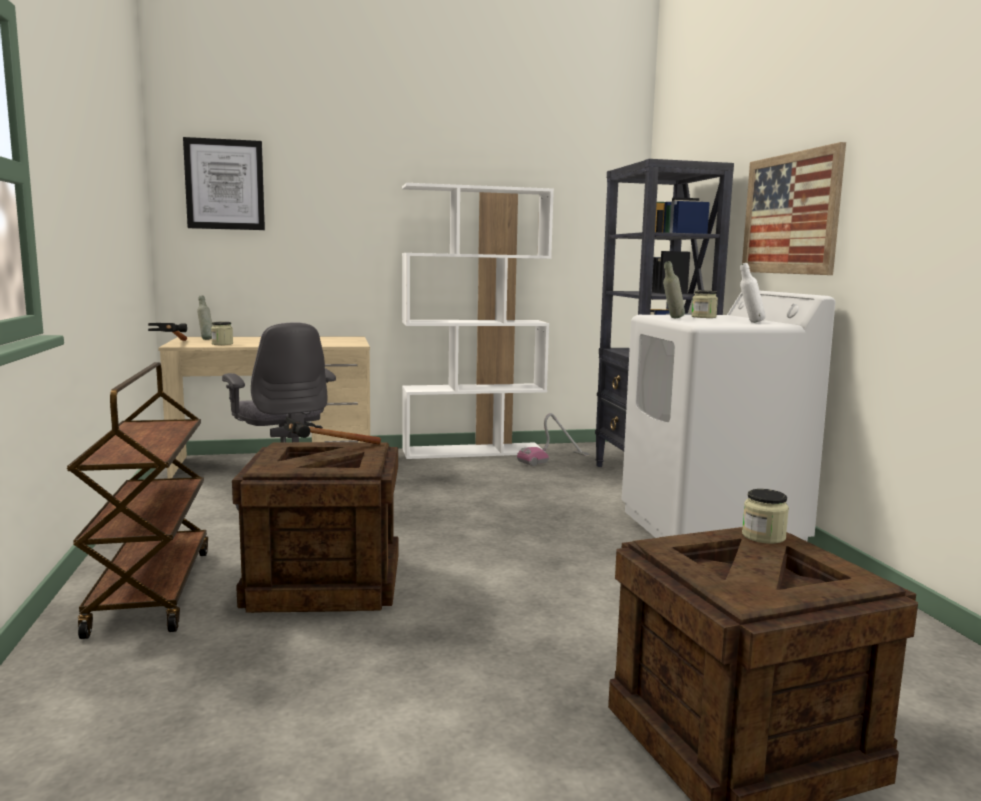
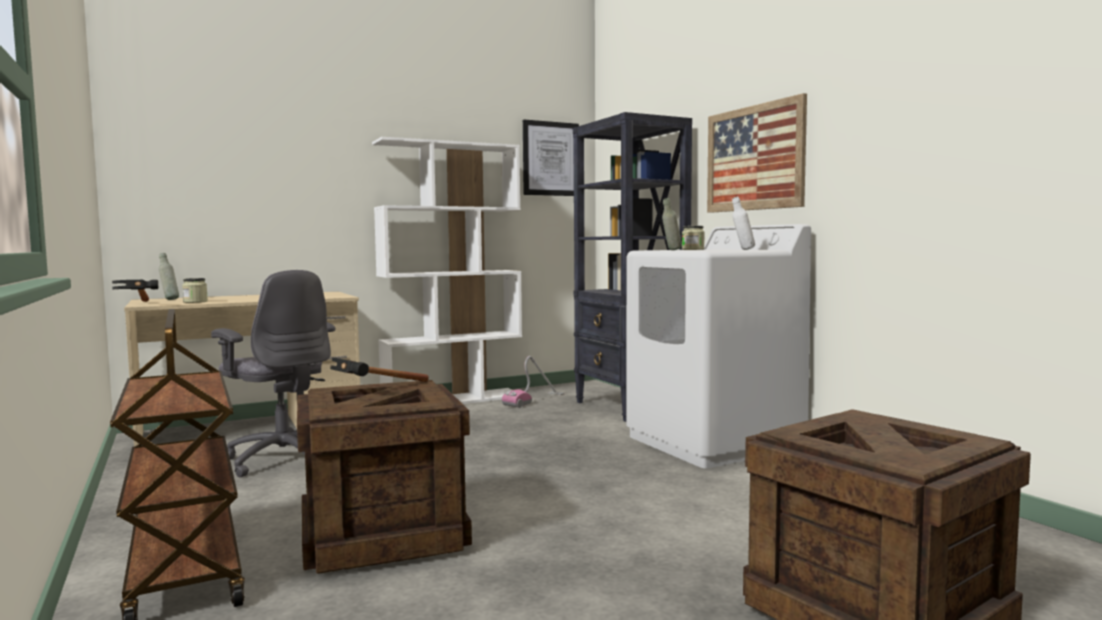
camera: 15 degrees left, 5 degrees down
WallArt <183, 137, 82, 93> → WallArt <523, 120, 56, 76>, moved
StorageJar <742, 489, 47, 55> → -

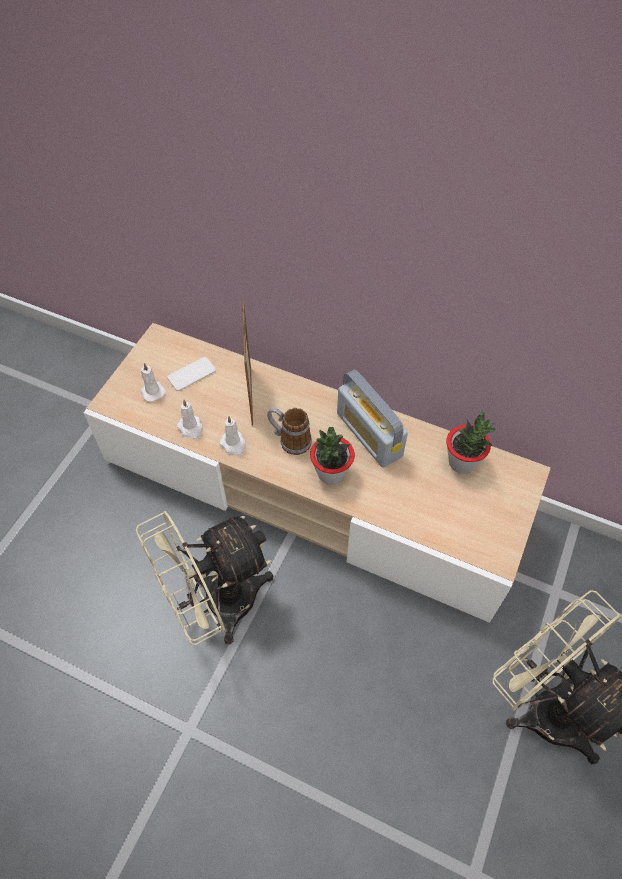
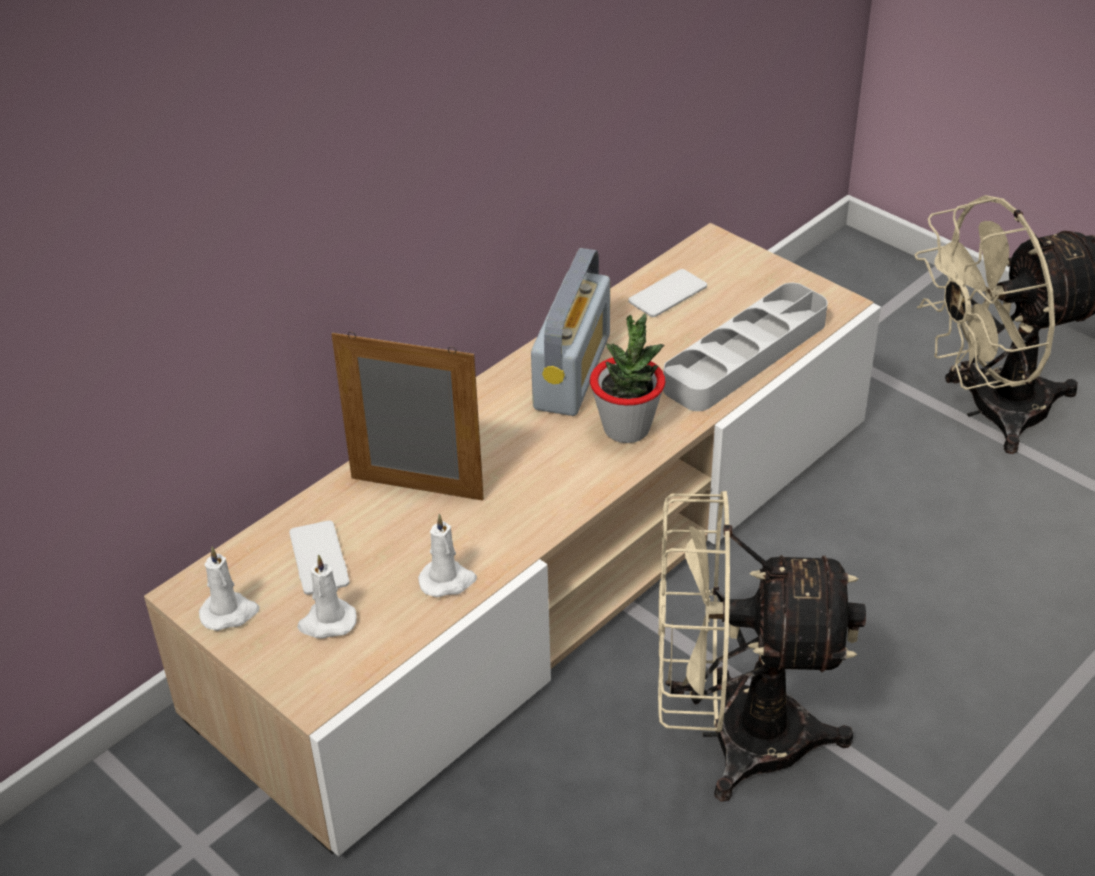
camera: 70 degrees left, 15 degrees down
WhiteWaxCandle <219, 416, 27, 40> → WhiteWaxCandle <199, 546, 61, 85>, moved
RadioSet <337, 370, 71, 98> → RadioSet <531, 248, 79, 168>, 60 degrees counterclockwise
PlantInAPot <446, 410, 49, 64> → Handset <628, 269, 79, 48>
SandColouredElectricFan <136, 511, 137, 134> → SandColouredElectricFan <658, 491, 208, 311>, 105 degrees clockwise
- → GrayServingTray <663, 283, 165, 128>
CoffeeMug <267, 407, 45, 48> → -

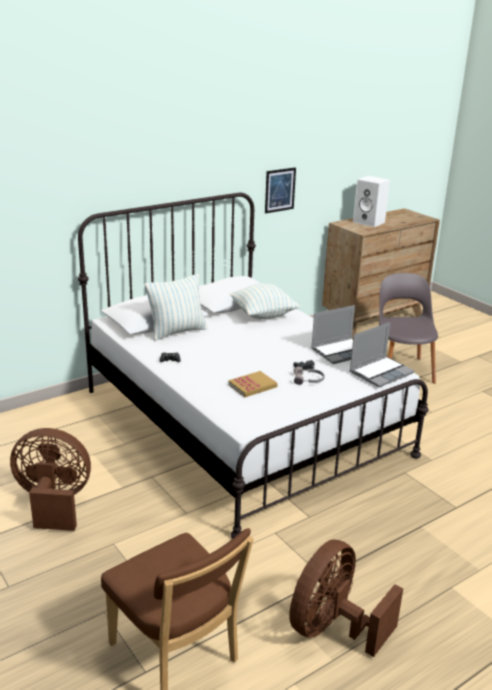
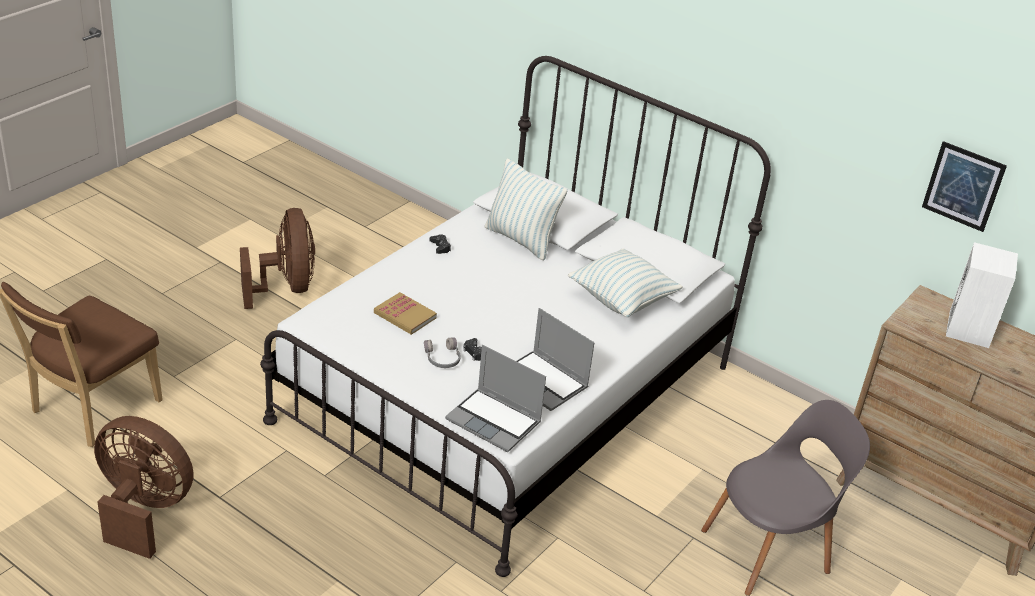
camera: 70 degrees right, 10 degrees up
WallArt <265, 167, 31, 47> → WallArt <922, 141, 85, 91>, moved

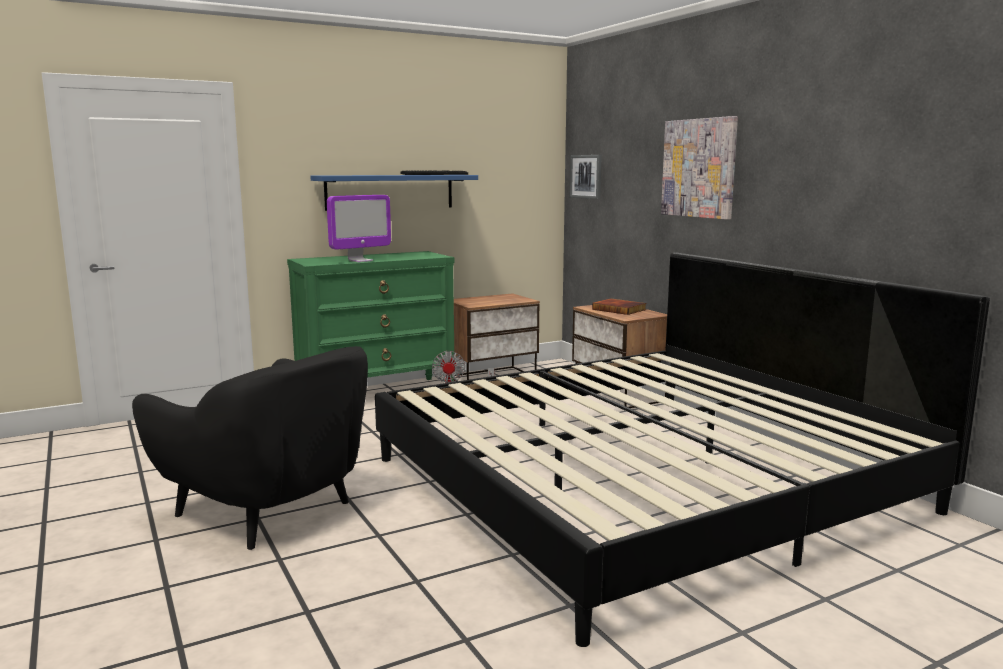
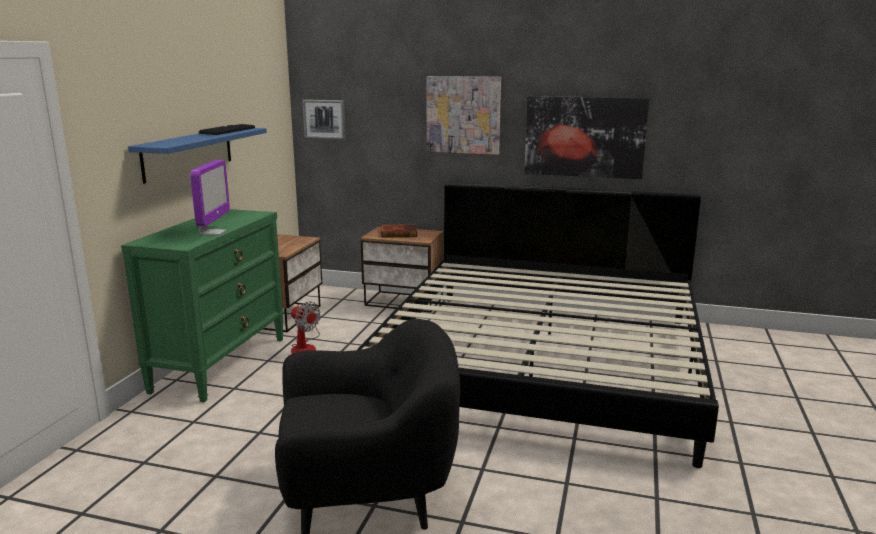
camera: 45 degrees left, 5 degrees up
- → WallArt <525, 96, 124, 83>

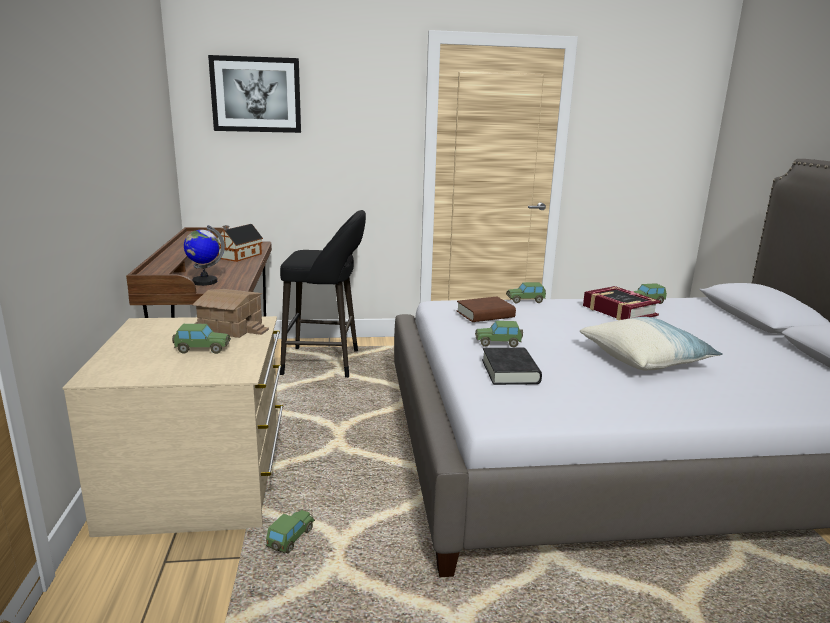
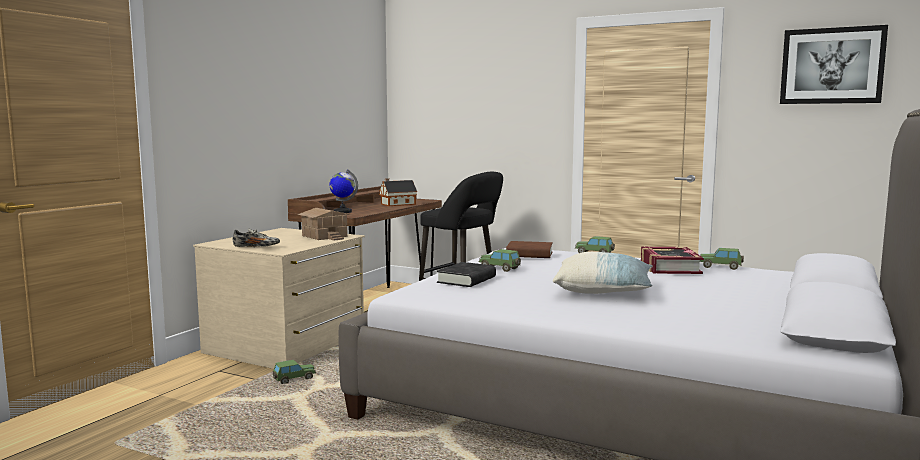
camera: 35 degrees right, 10 degrees down
- → Shoe <233, 228, 47, 20>
WallArt <208, 55, 93, 78> → WallArt <780, 25, 108, 79>, moved
ToyCar <172, 324, 59, 30> → -

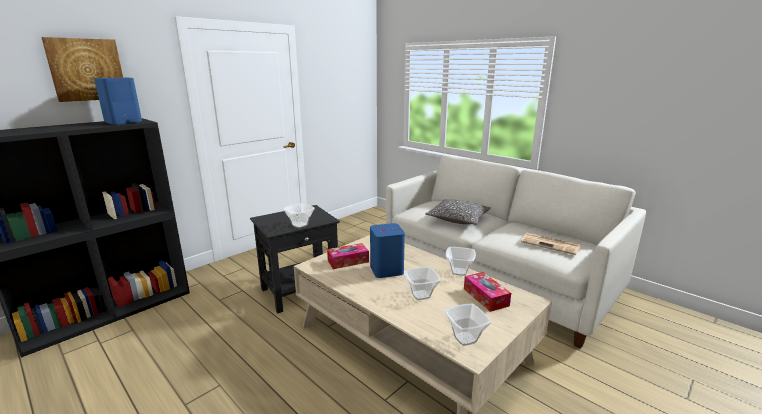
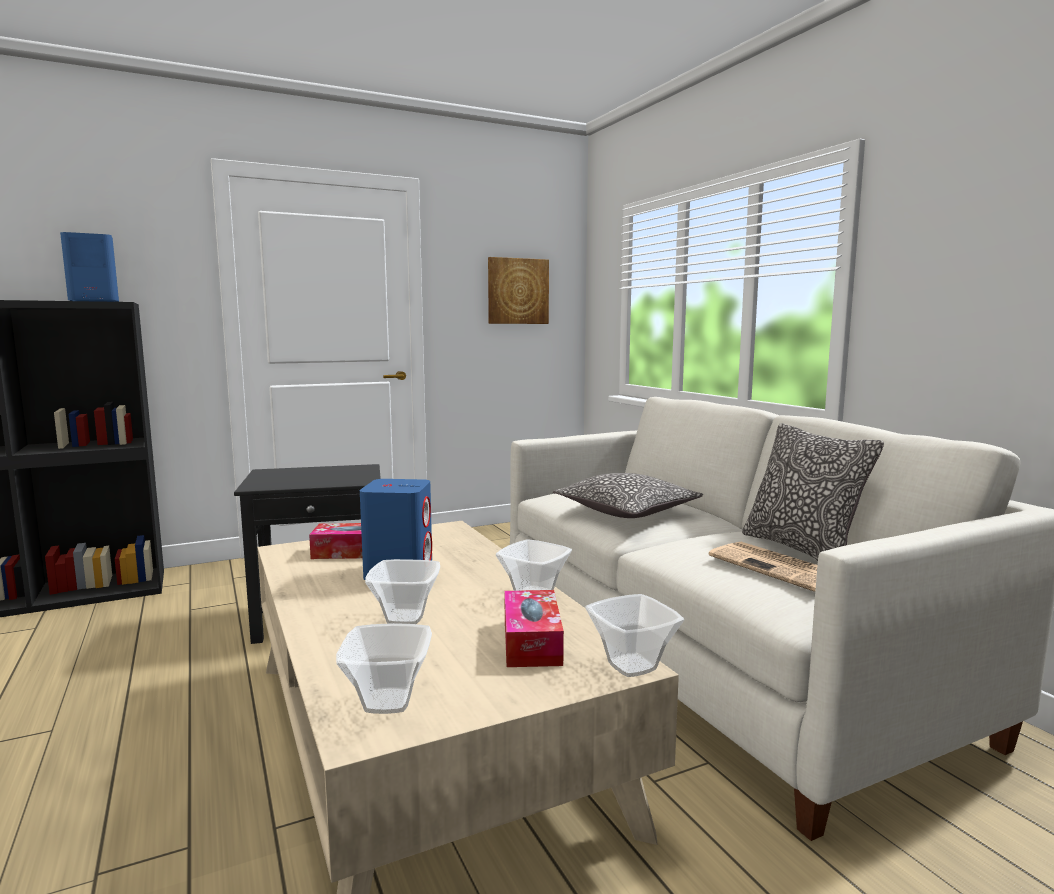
camera: 20 degrees right, 10 degrees down
WallArt <41, 37, 82, 65> → WallArt <488, 257, 61, 67>, moved
ServingBowl <283, 203, 32, 25> → ServingBowl <585, 594, 99, 83>, moved
- → Cushion <742, 423, 142, 138>

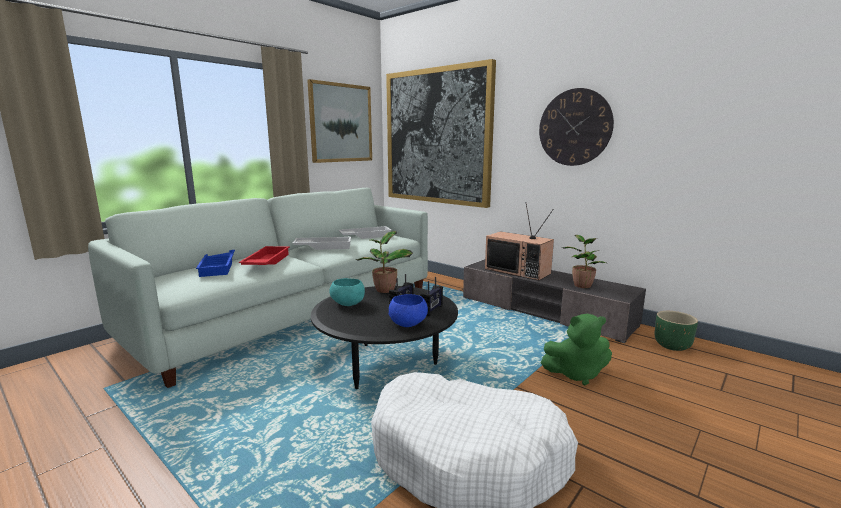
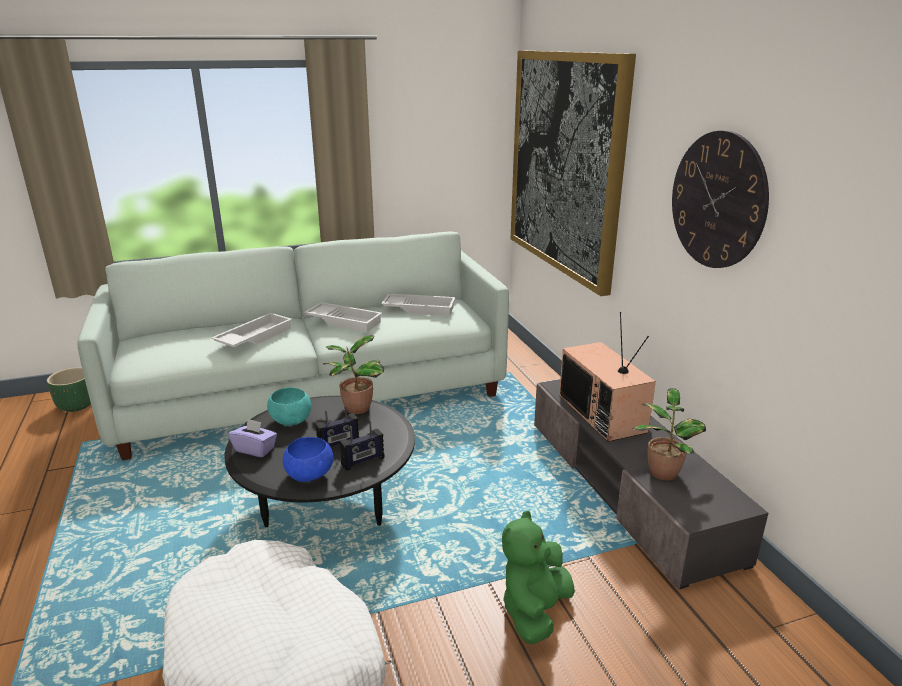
camera: 30 degrees right, 10 degrees up
GreenishPlanter <655, 311, 43, 40> → GreenishPlanter <47, 367, 44, 45>, moved
ReddishServingTray <239, 246, 50, 19> → WhiteServingTray <211, 313, 81, 34>
- → PurpleTissueBox <228, 418, 49, 39>
GreenishSoftToy <541, 314, 71, 71> → GreenishSoftToy <502, 511, 73, 133>, 90 degrees clockwise
BlueServingTray <196, 250, 39, 27> → -
WallArt <307, 79, 65, 84> → -

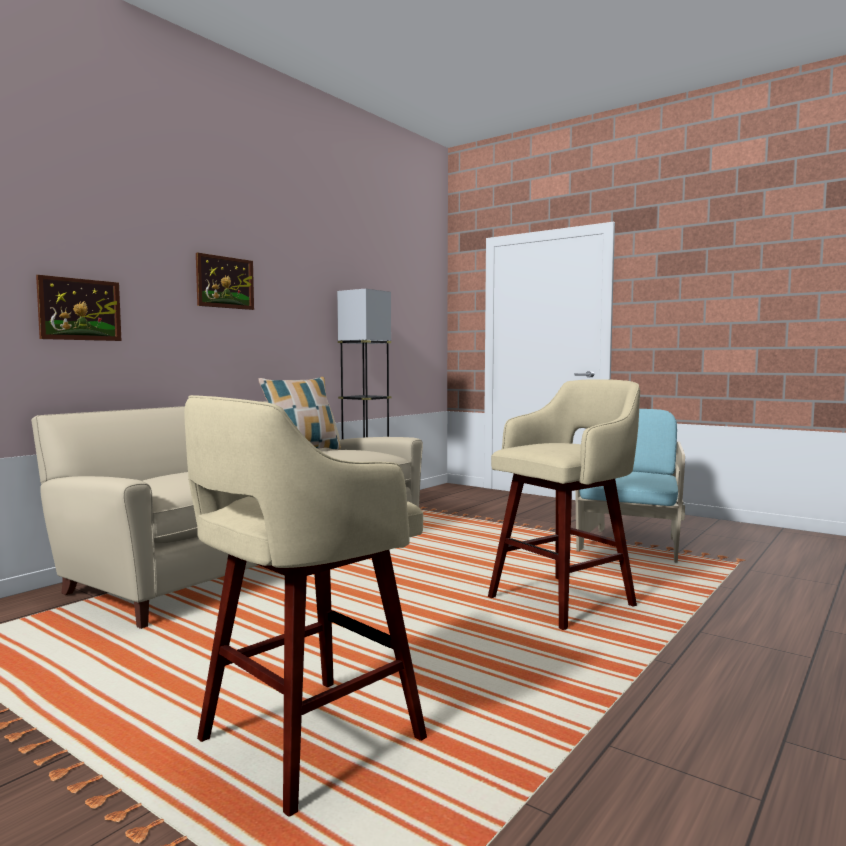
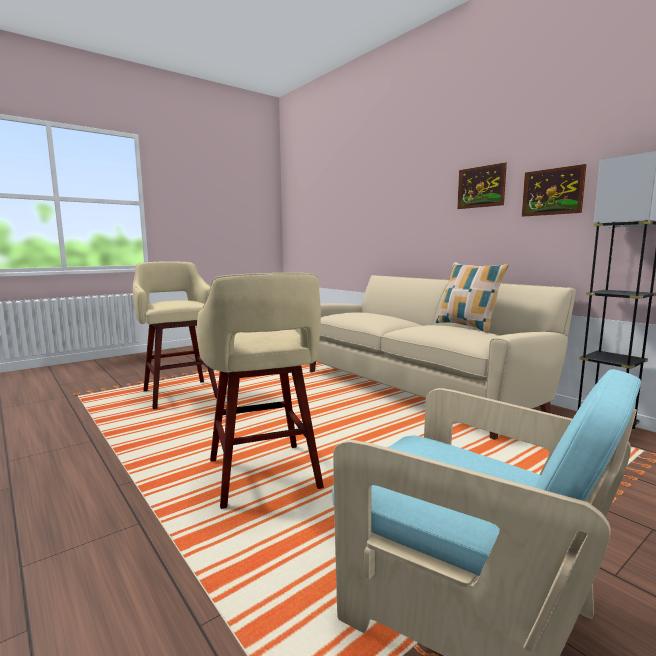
camera: 105 degrees right, 5 degrees up
WallArt <36, 275, 85, 66> → WallArt <522, 164, 64, 53>, moved

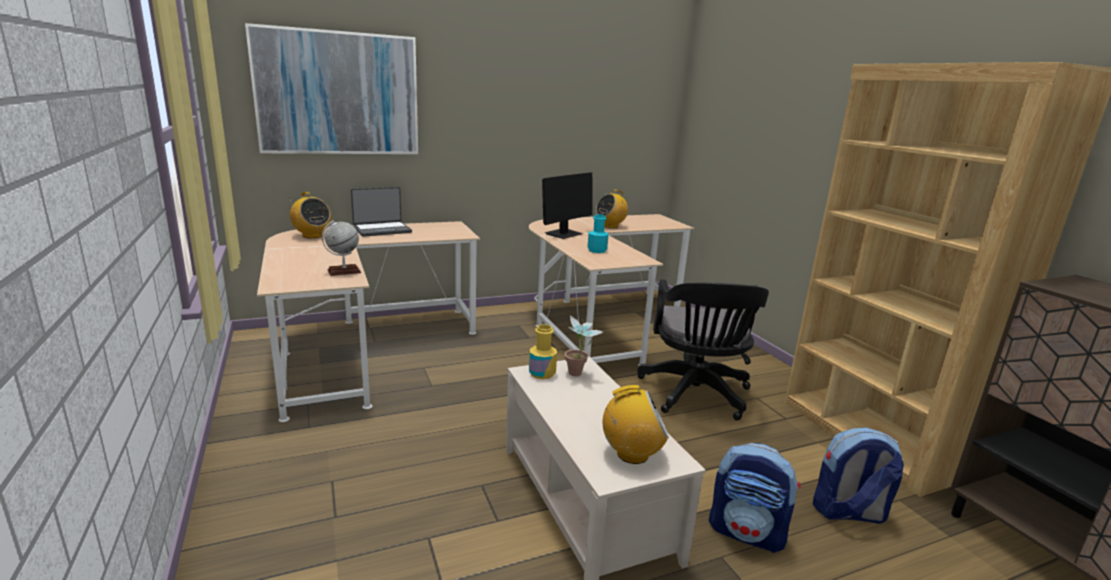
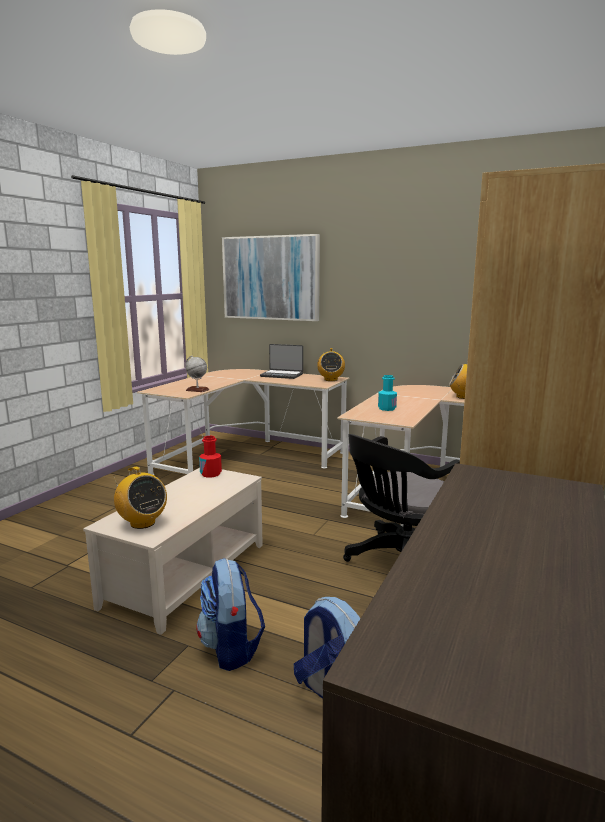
camera: 50 degrees right, 5 degrees down
YellowColouredBeverageBottle <529, 324, 28, 55> → ReddishBeverageBottle <199, 436, 23, 42>
RadioSet <289, 192, 42, 46> → RadioSet <317, 348, 28, 33>, moved
ComputerDisplay <542, 172, 51, 67> → -
PlantInAPot <565, 315, 38, 61> → -

